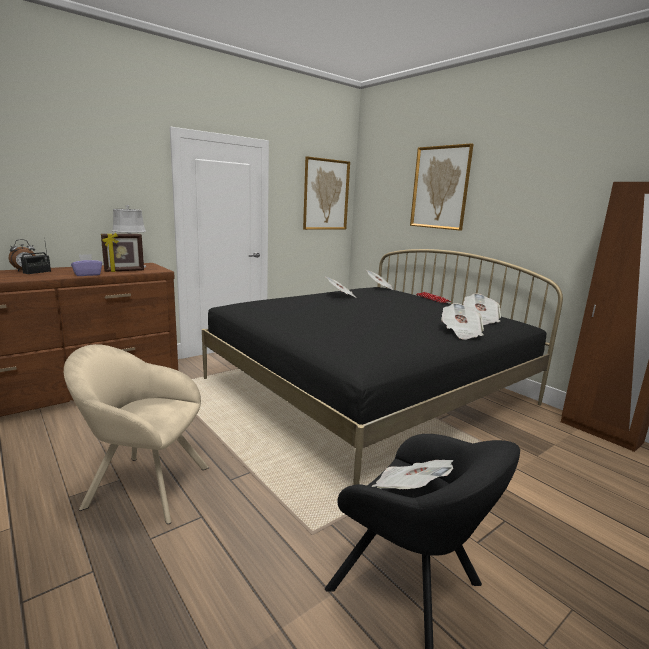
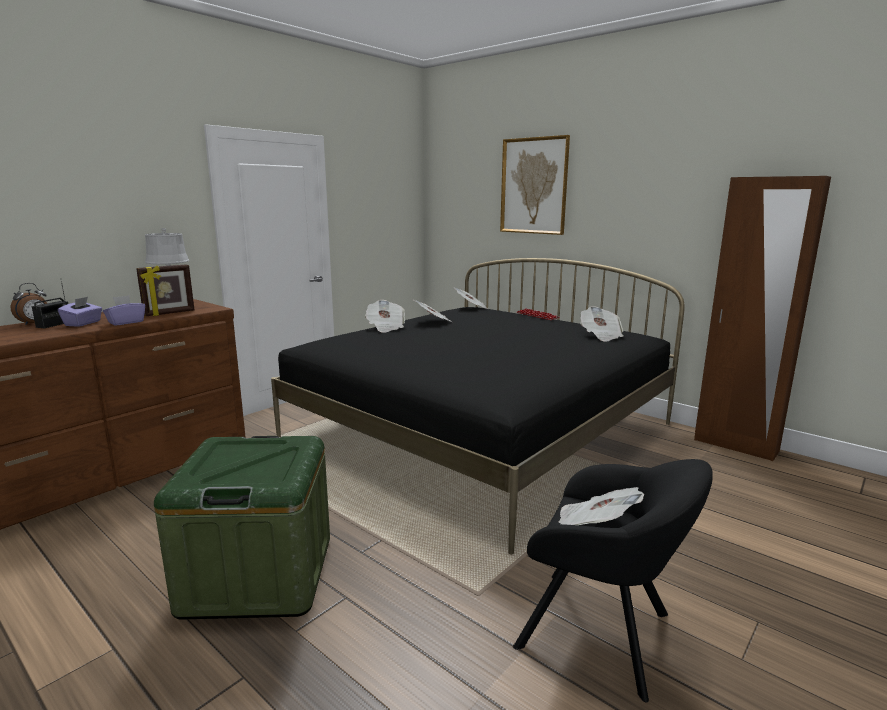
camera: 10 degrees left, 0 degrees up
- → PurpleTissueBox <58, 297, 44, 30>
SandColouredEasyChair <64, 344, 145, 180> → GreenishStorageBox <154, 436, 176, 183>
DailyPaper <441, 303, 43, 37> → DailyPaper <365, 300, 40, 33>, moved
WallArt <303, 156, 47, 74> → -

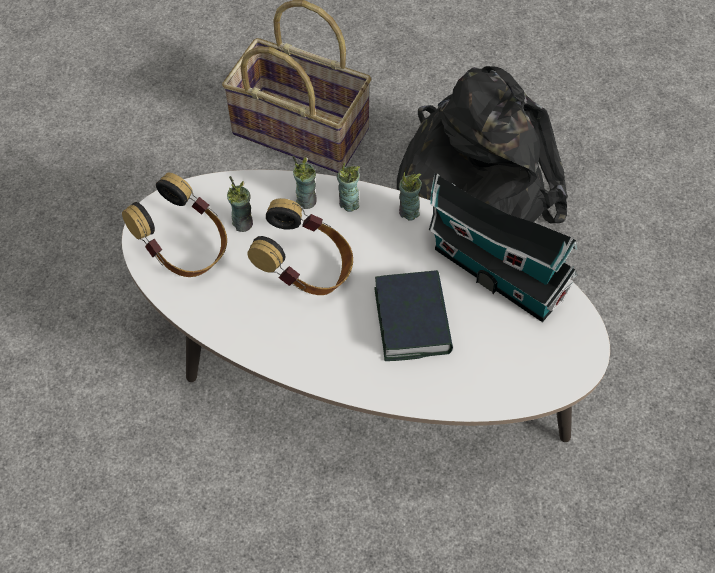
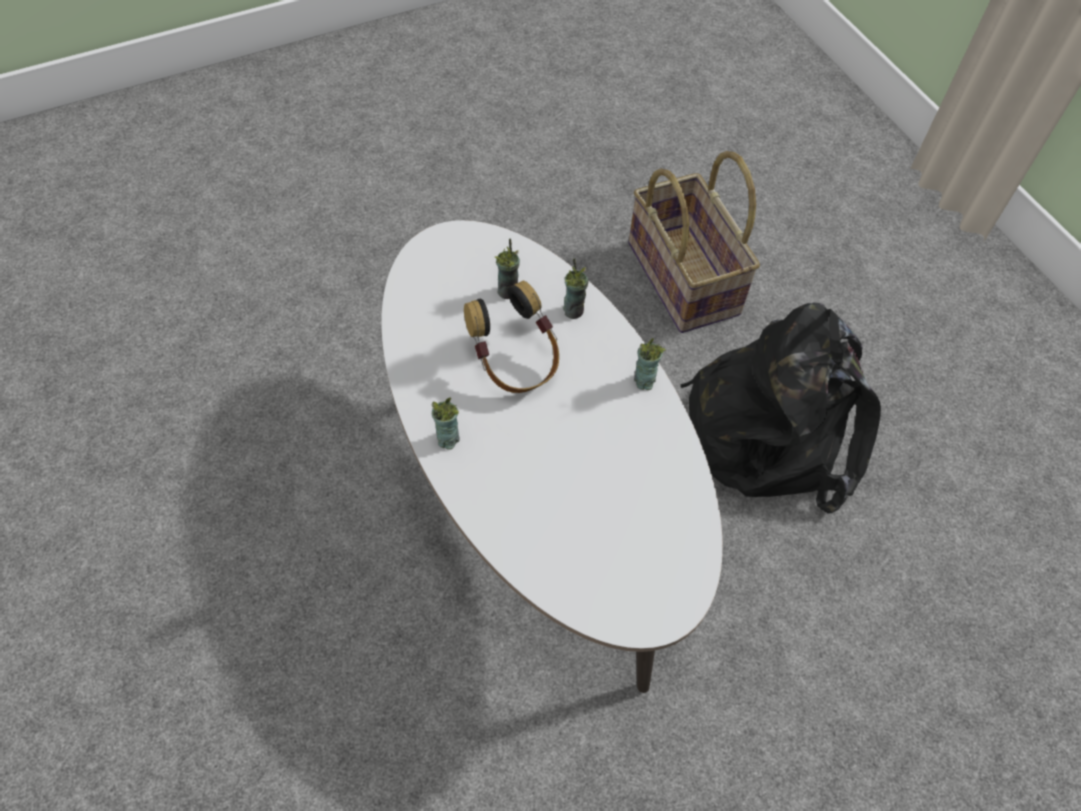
camera: 40 degrees right, 0 degrees up
Cup <337, 163, 23, 49> → Cup <431, 397, 29, 53>, moved
Headset <122, 172, 105, 105> → -
BoundBook <374, 270, 79, 91> → -
ToyHouse <429, 173, 149, 149> → -

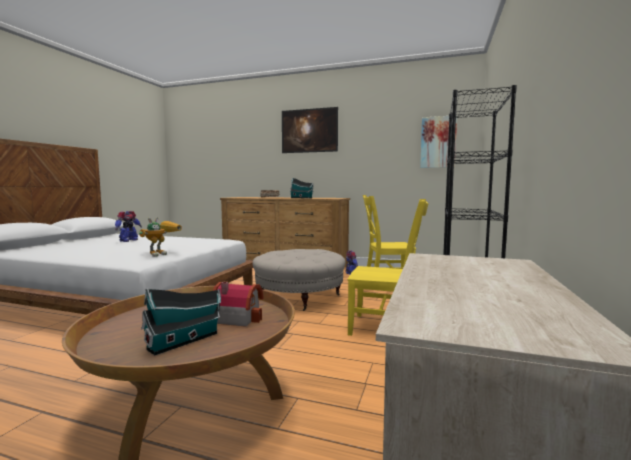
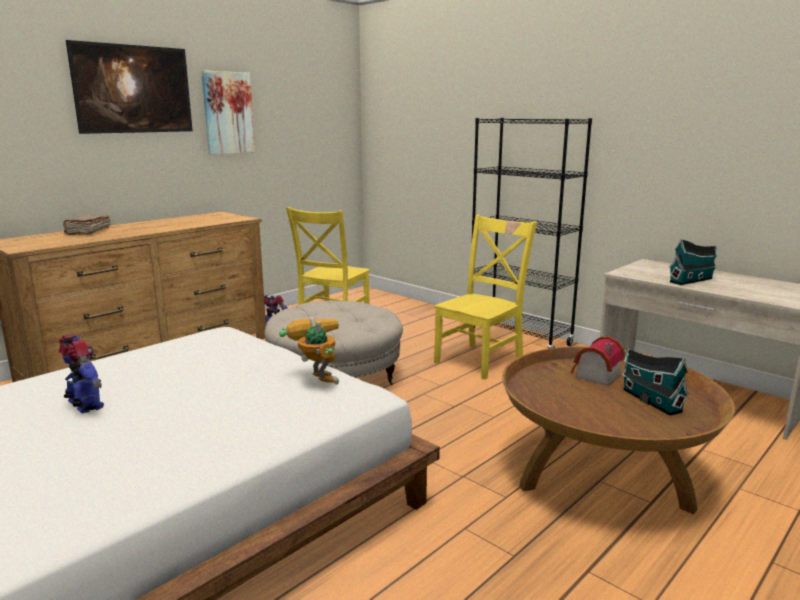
camera: 65 degrees left, 10 degrees up
WallArt <420, 115, 37, 53> → WallArt <201, 70, 54, 85>, moved
ToyHouse <290, 178, 24, 21> → ToyHouse <668, 238, 50, 47>, moved

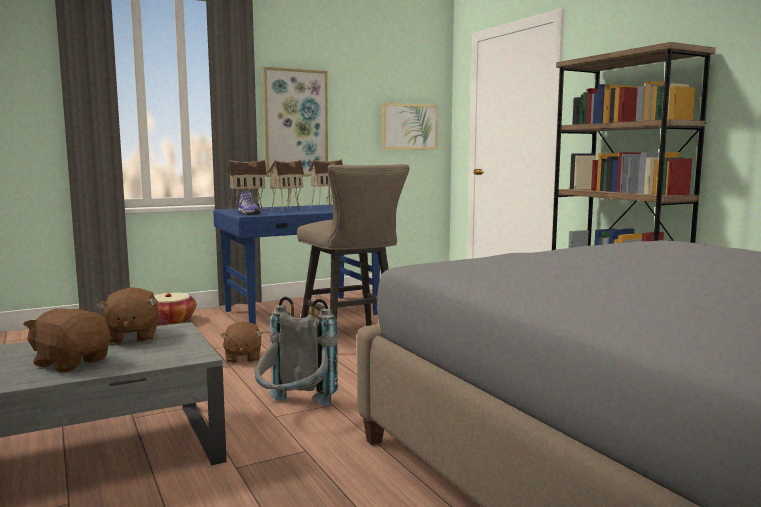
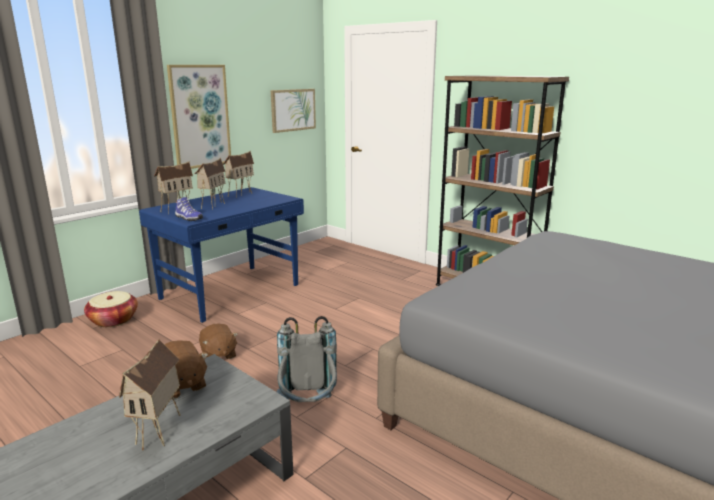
camera: 20 degrees left, 10 degrees up
BrownColouredSoftToy <23, 308, 87, 65> → ToyHouse <119, 339, 62, 112>
SandColouredStoolSeat <297, 164, 113, 162> → -

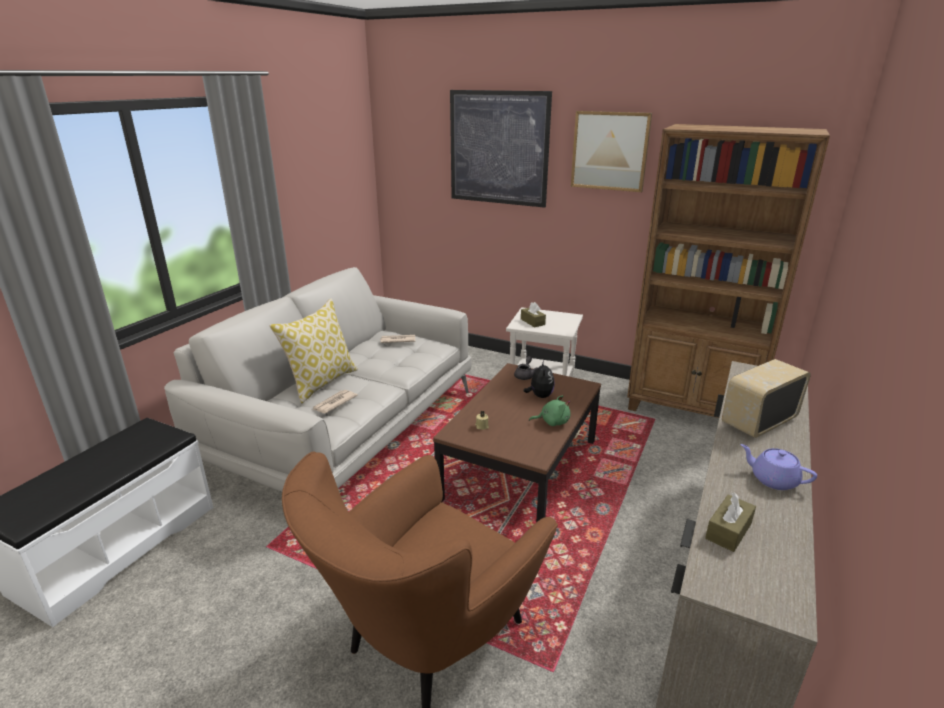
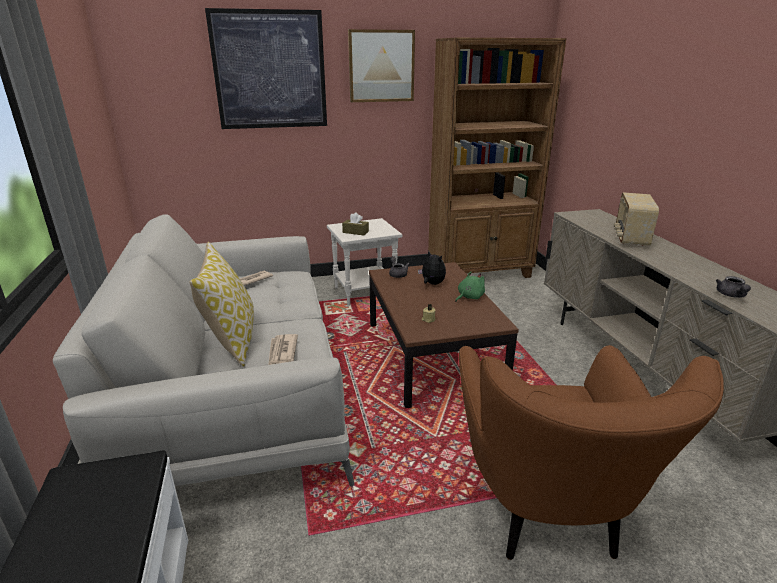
camera: 40 degrees left, 0 degrees up
BrownColouredTissueBox <705, 493, 51, 59> → GrayTeapot <716, 276, 35, 22>
PurpleTeapot <740, 444, 77, 46> → -

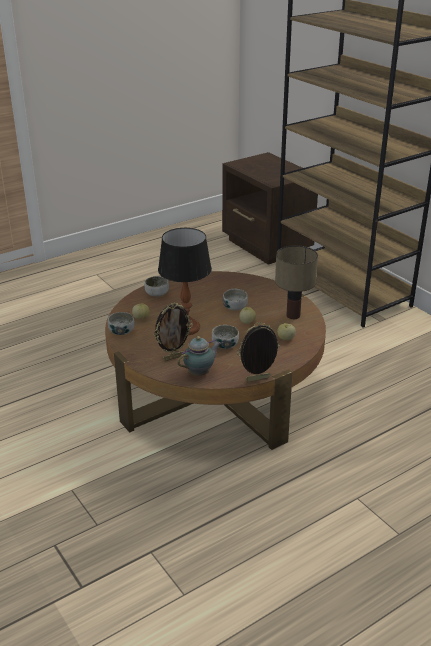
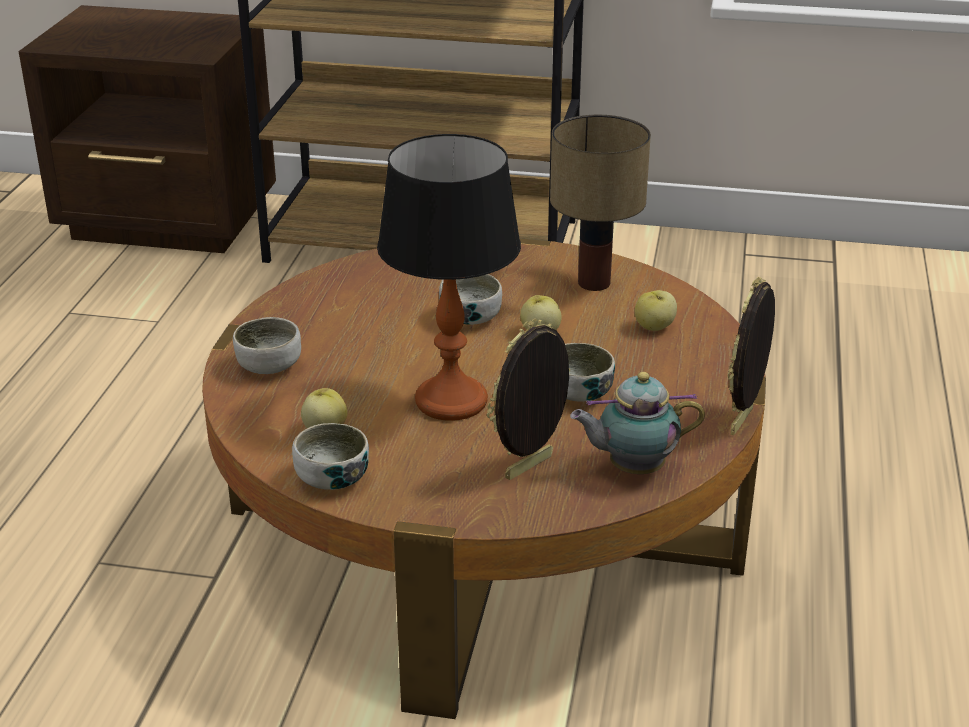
camera: 45 degrees left, 0 degrees up
PhotoFrame <154, 303, 39, 58> → PhotoFrame <487, 319, 84, 161>, 150 degrees counterclockwise
Teapot <177, 336, 44, 40> → Teapot <570, 372, 135, 102>, 105 degrees counterclockwise

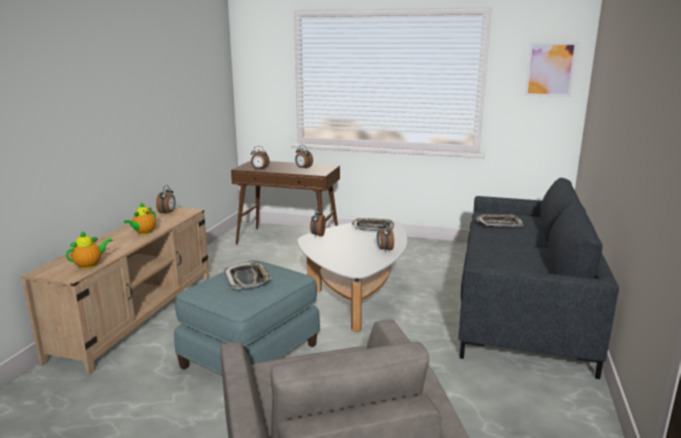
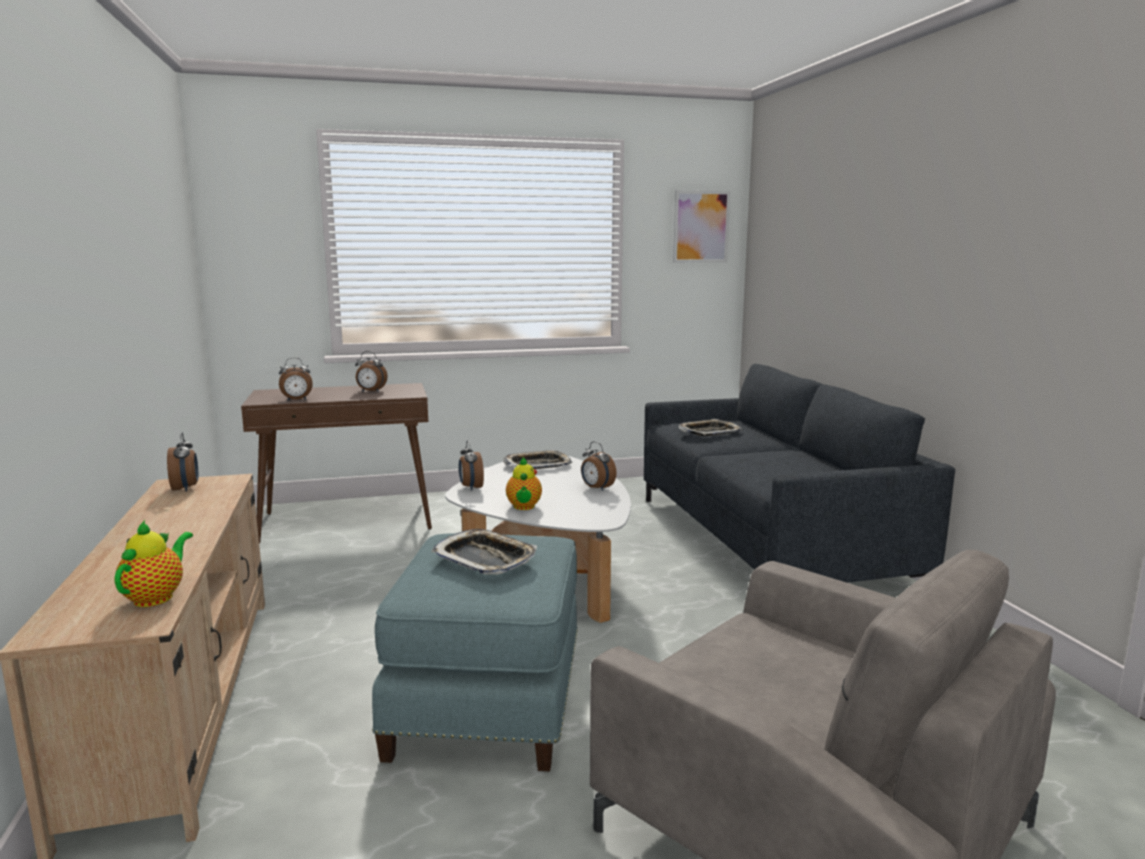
camera: 30 degrees left, 5 degrees down
Teapot <124, 202, 32, 33> → Teapot <506, 457, 36, 53>, moved

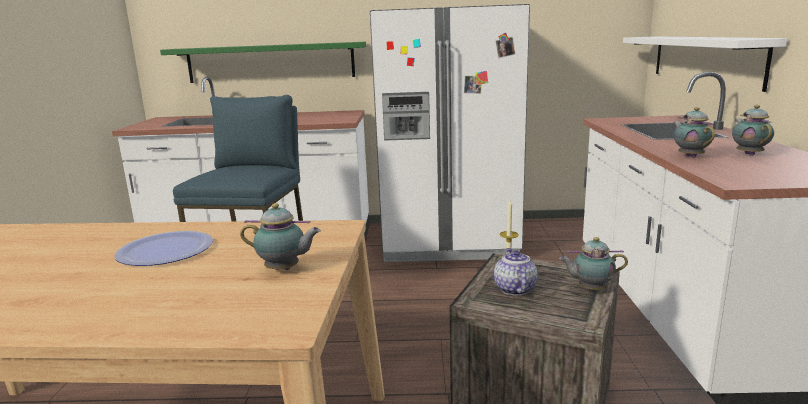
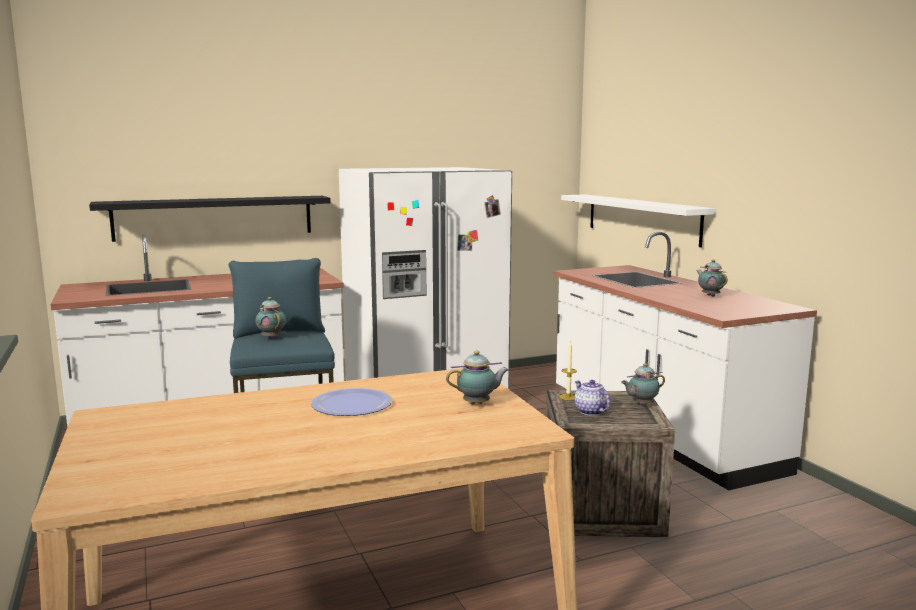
camera: 25 degrees left, 5 degrees down
GreenishBracketShelf <160, 42, 206, 41> → BlackColouredBracketShelf <89, 196, 242, 46>
Teapot <673, 107, 42, 51> → Teapot <255, 297, 31, 42>, moved

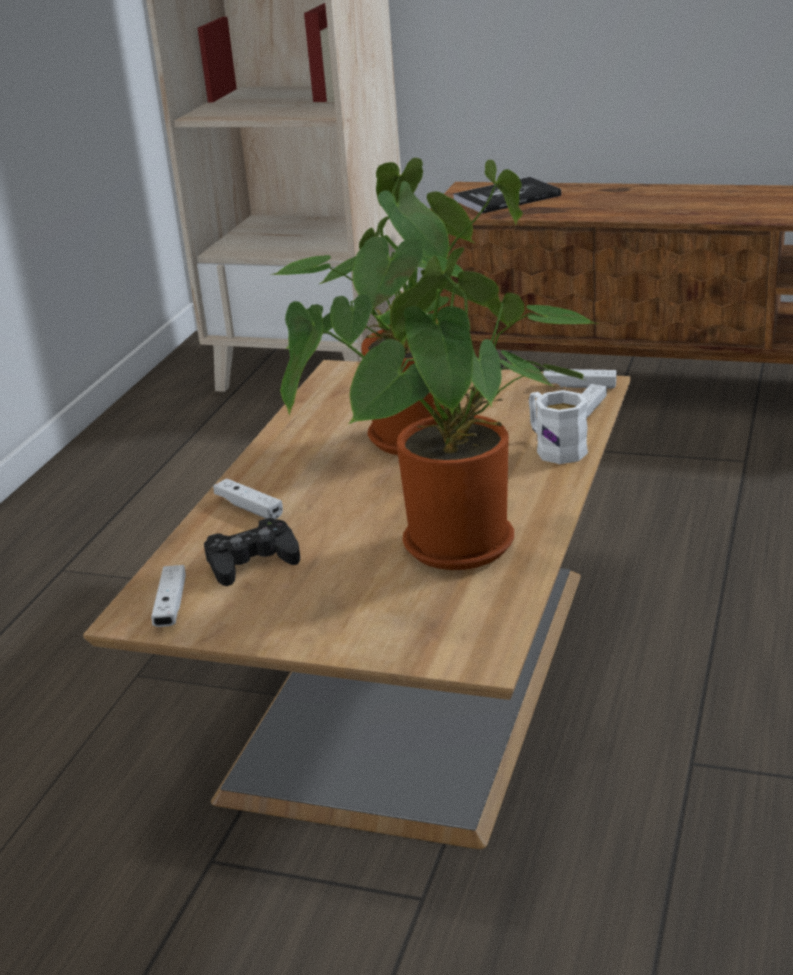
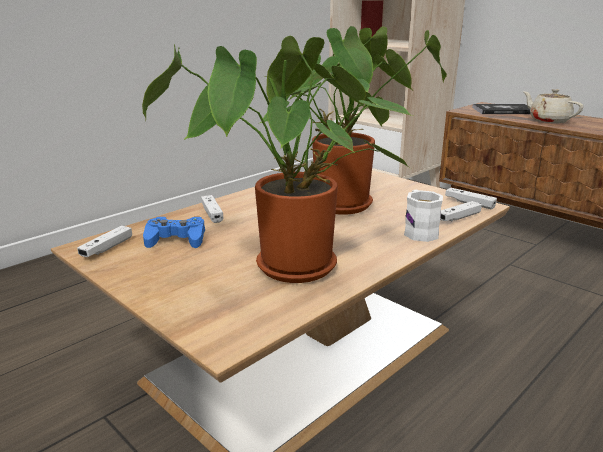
camera: 25 degrees right, 5 degrees down
BlackColouredJoypad <204, 518, 96, 68> → BlueJoypad <143, 217, 62, 31>
- → SandColouredTeapot <523, 89, 61, 34>

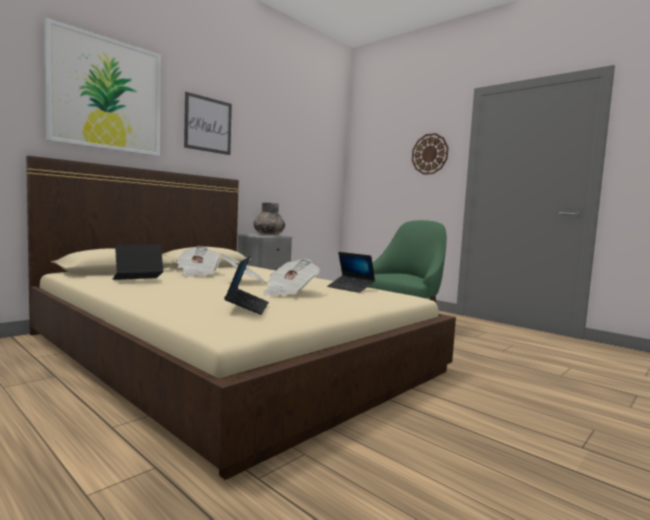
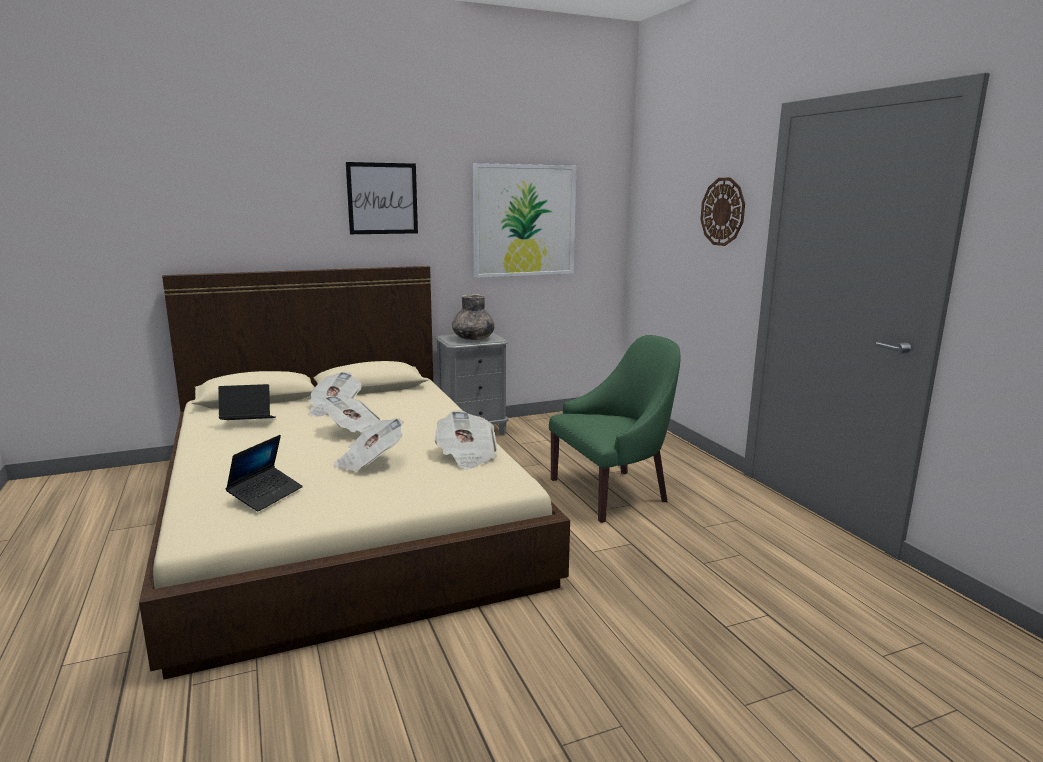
camera: 25 degrees right, 10 degrees up
Laptop <327, 252, 48, 41> → DailyPaper <435, 410, 62, 60>
WallArt <44, 18, 117, 138> → WallArt <473, 163, 103, 115>, moved

